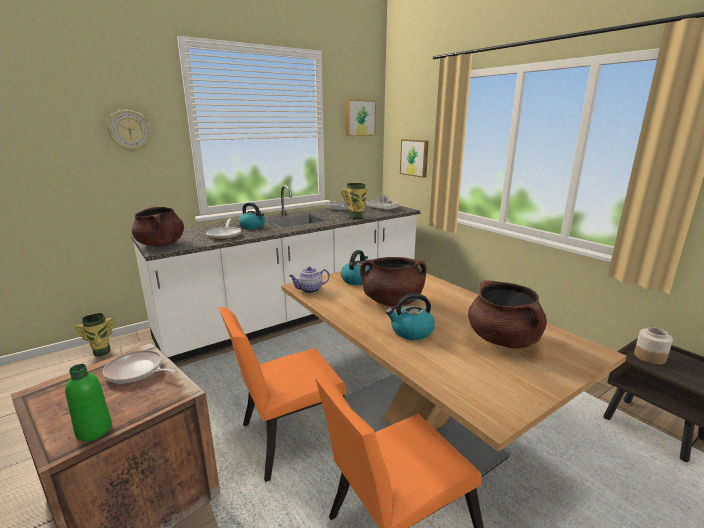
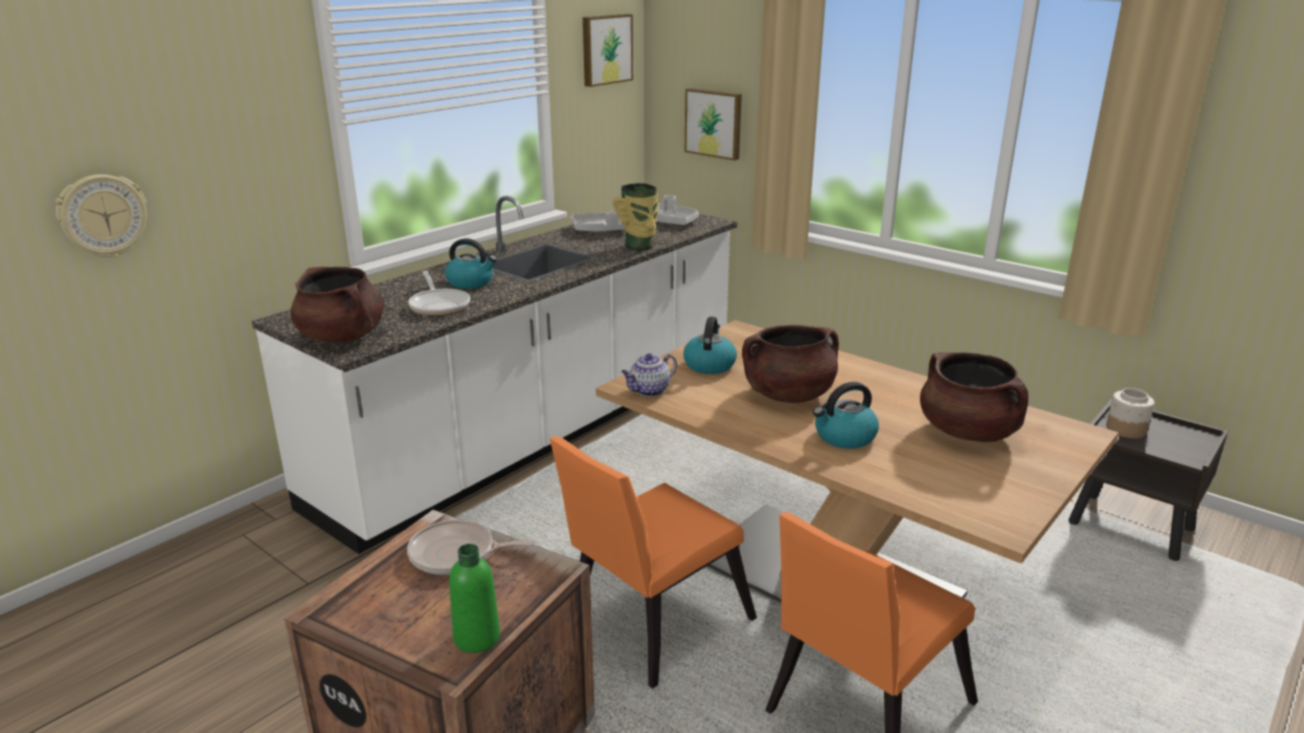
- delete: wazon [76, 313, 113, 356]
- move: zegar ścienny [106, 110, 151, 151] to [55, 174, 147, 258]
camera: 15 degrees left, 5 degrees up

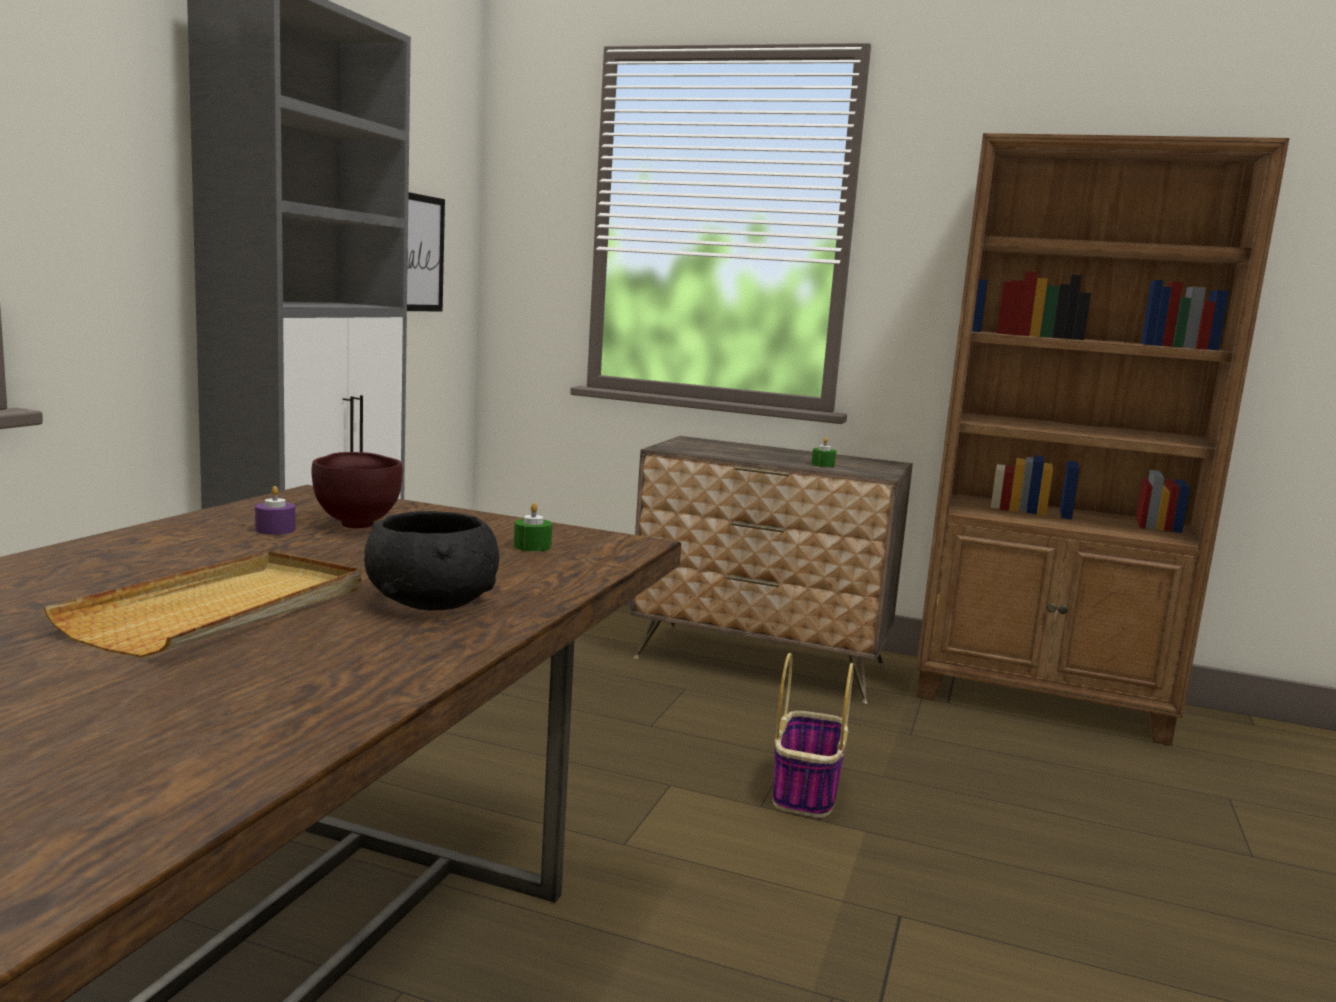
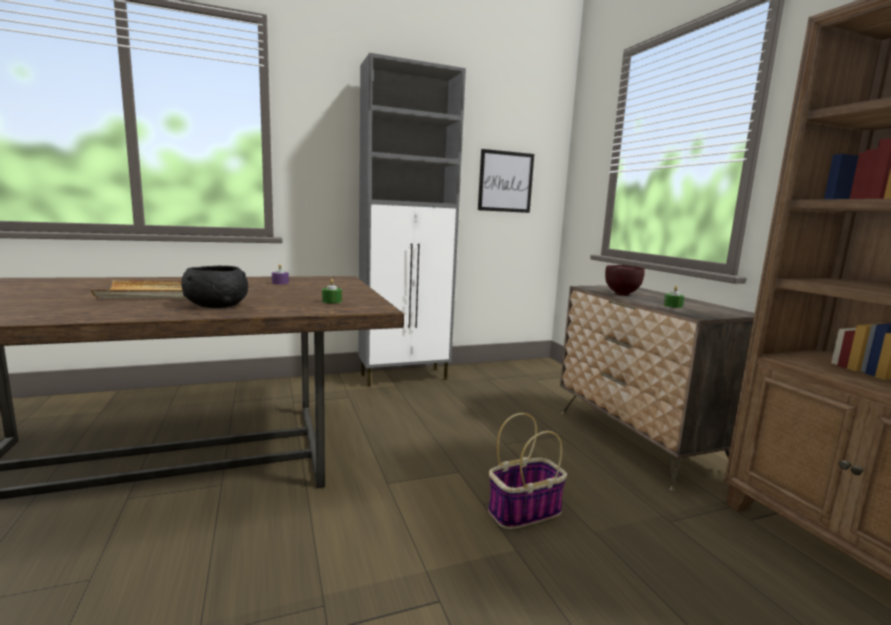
- move: miska [brązowy] [312, 452, 403, 528] to [605, 265, 645, 296]
camera: 50 degrees right, 0 degrees up

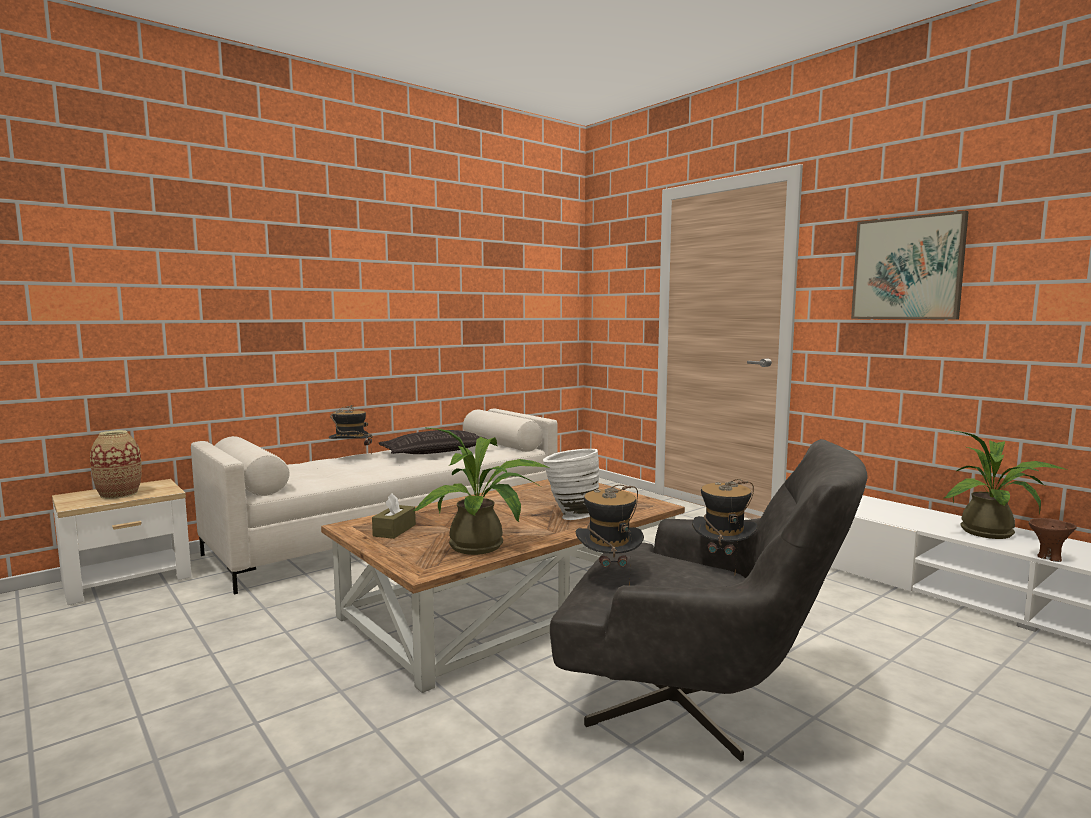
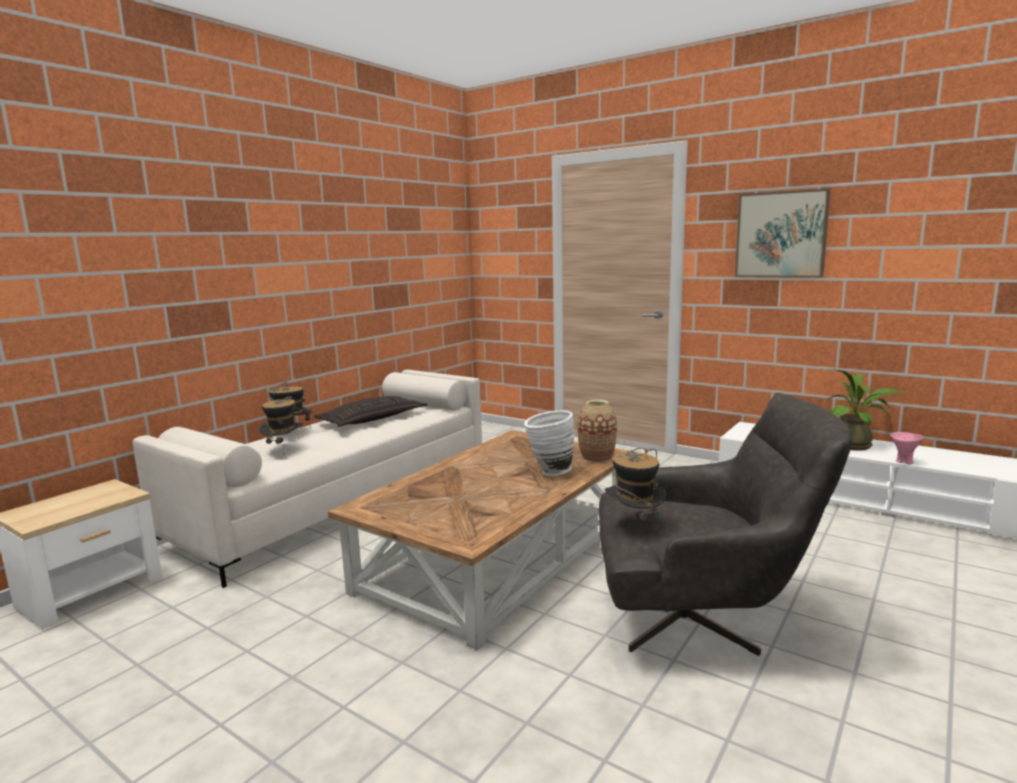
- delete: pudełko chusteczek [brązowy] [372, 493, 416, 539]
- delete: roślina doniczkowa [413, 428, 549, 555]
- move: wazon [90, 430, 142, 499] to [578, 400, 617, 463]
- move: kapelusz [692, 479, 758, 577] to [259, 396, 303, 448]
- recolor: miska [brązowy] [1029, 518, 1077, 562] to miska [różowy] [890, 432, 924, 464]
camera: 15 degrees left, 5 degrees up

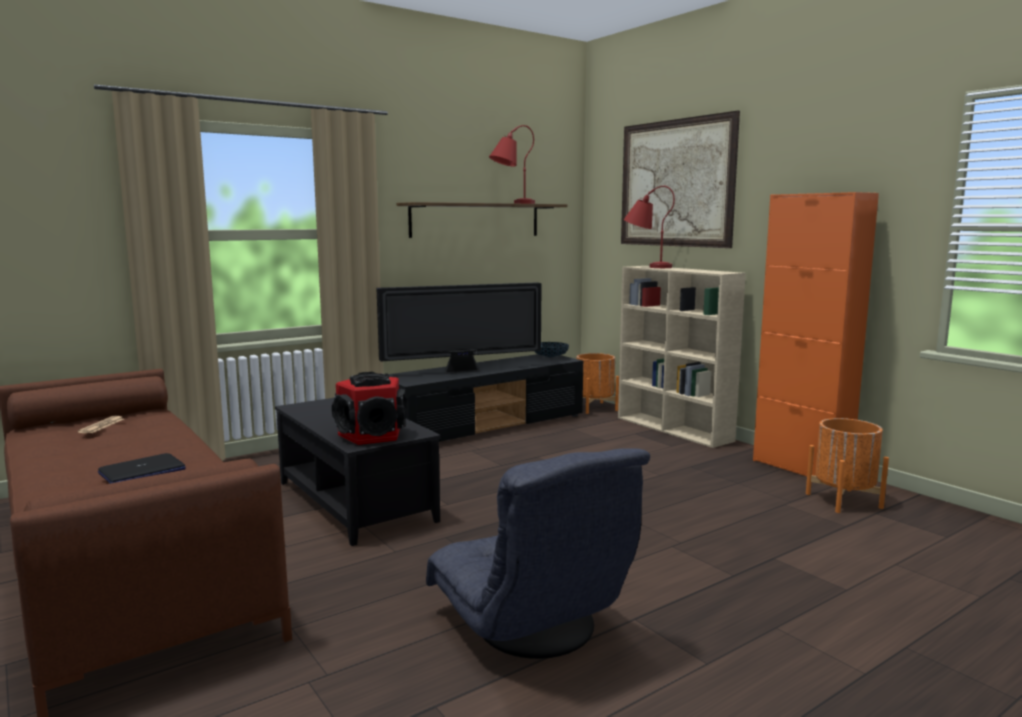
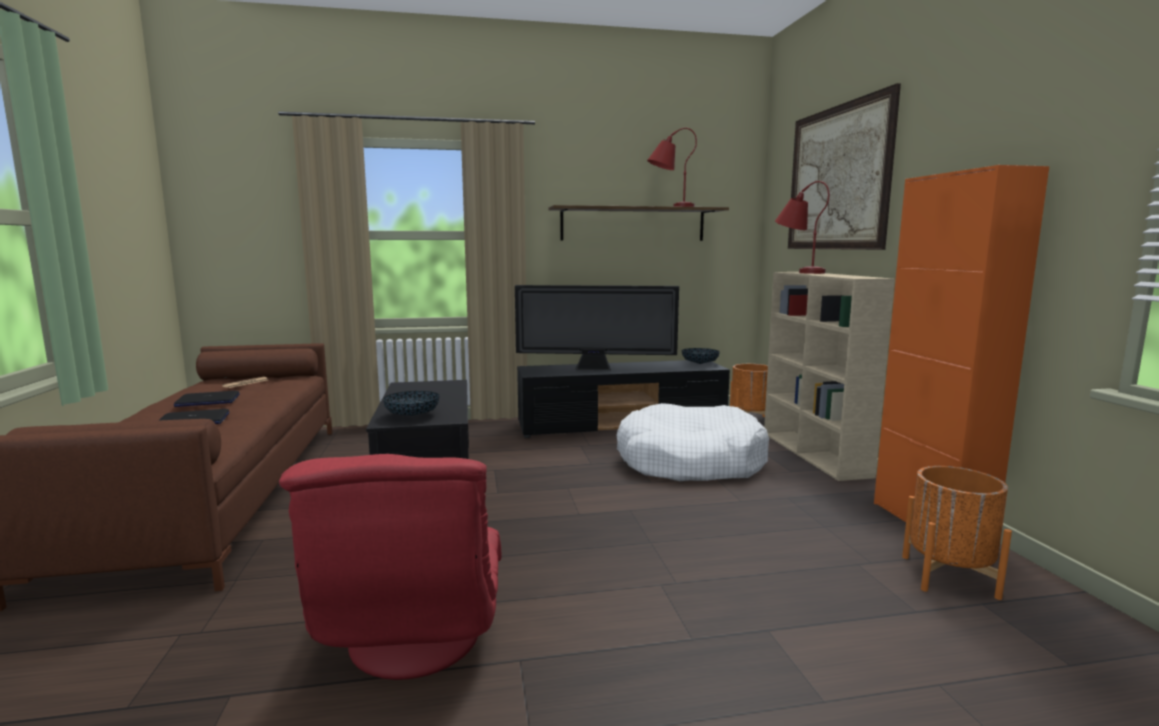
- insert: laptop [174, 391, 240, 407]
- insert: legowisko [biały] [617, 403, 769, 481]
- replace: głośnik [332, 372, 407, 445] to miska [383, 391, 440, 416]
- recolor: fotel [szary] [426, 448, 650, 659] to fotel [czerwony] [279, 454, 502, 680]
camera: 25 degrees right, 0 degrees up

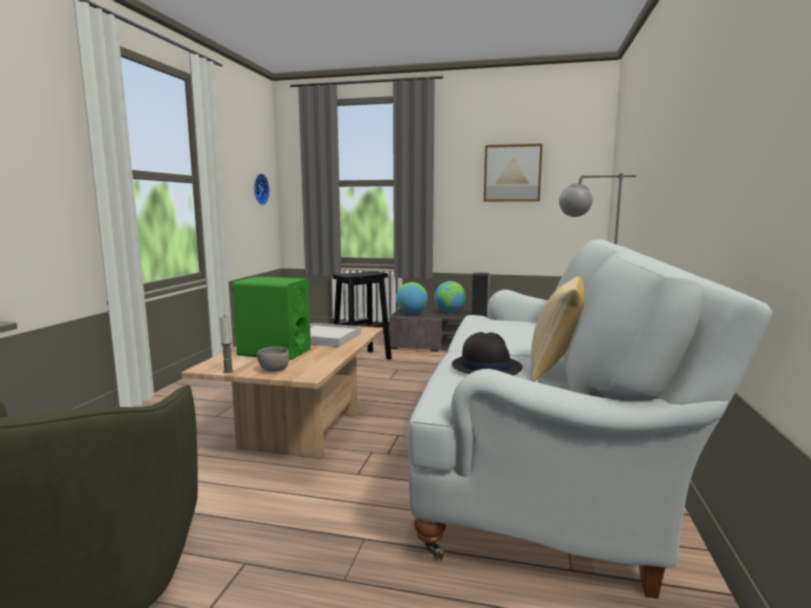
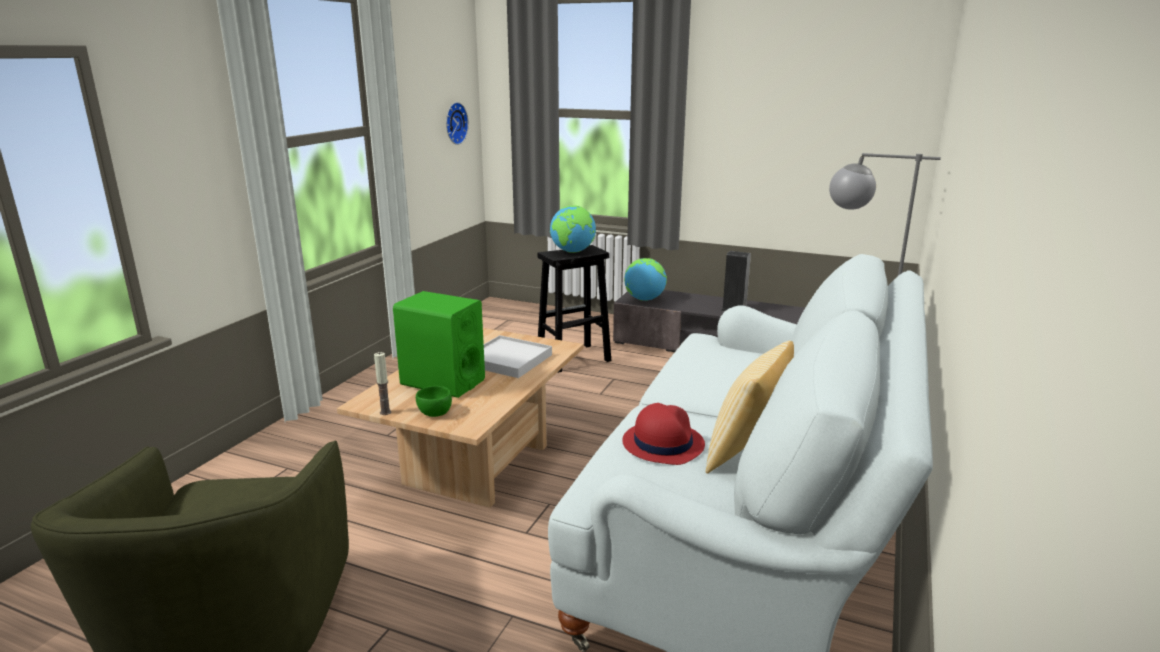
- delete: obraz [484, 144, 543, 202]
- move: globus [434, 281, 466, 313] to [550, 205, 596, 253]
- recolor: miska [szary] [257, 347, 290, 372] to miska [zielony] [416, 386, 452, 417]
- recolor: kapelusz [czarny] [452, 332, 523, 376] to kapelusz [czerwony] [622, 403, 705, 465]
camera: 10 degrees right, 10 degrees up

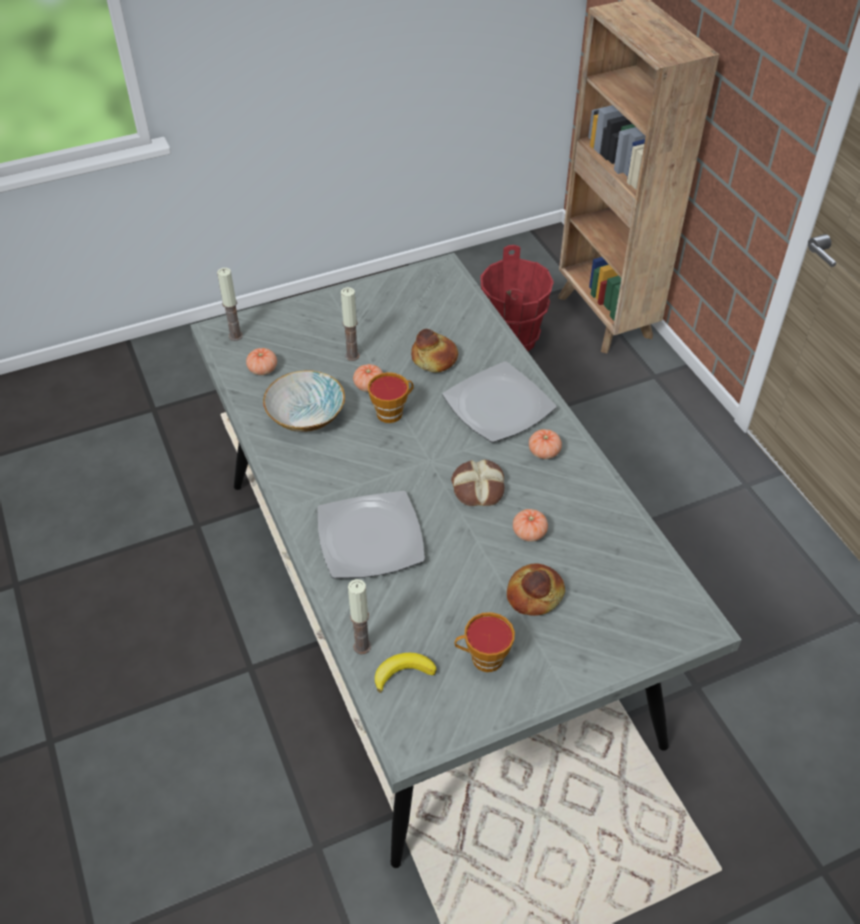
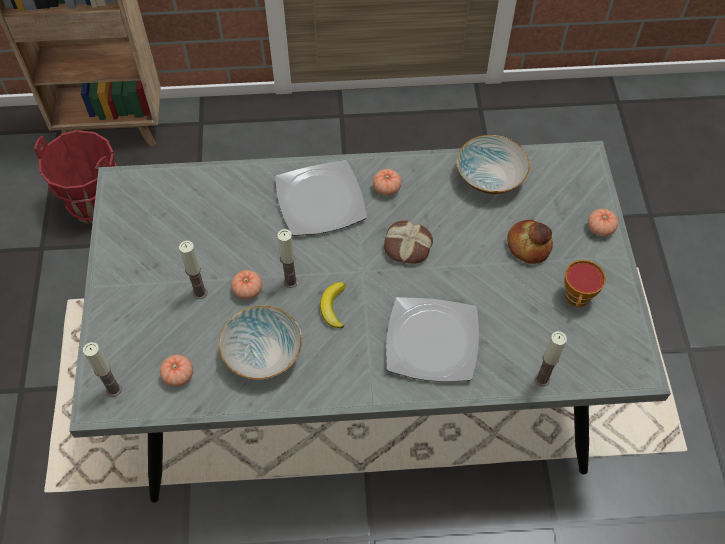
- delete: chleb [411, 329, 458, 372]
- insert: miska [457, 135, 530, 194]
- move: banan [375, 653, 437, 693] to [320, 282, 346, 328]
- move: pomidor [513, 509, 548, 542] to [588, 209, 618, 236]
- replace: filiżanka [368, 372, 414, 423] to świeca [277, 229, 298, 288]
camera: 70 degrees left, 10 degrees up

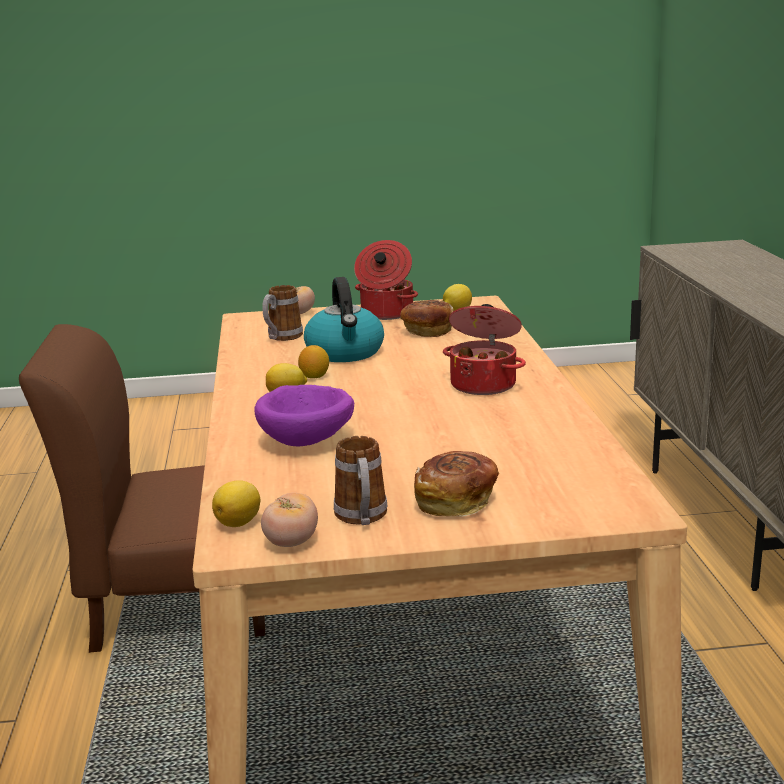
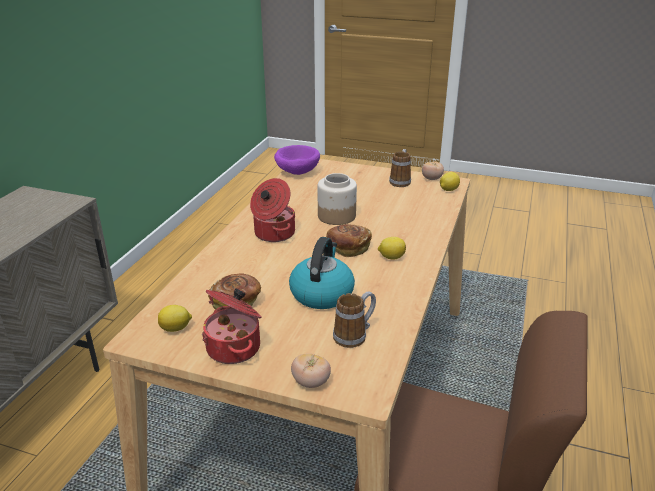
- delete: cytryna [298, 345, 329, 378]
- insert: słoik [318, 173, 357, 225]
- move: miska [fioletowy] [254, 385, 354, 446] to [274, 145, 320, 175]
- move: chleb [414, 451, 499, 517] to [326, 224, 372, 257]
camera: 155 degrees left, 10 degrees up

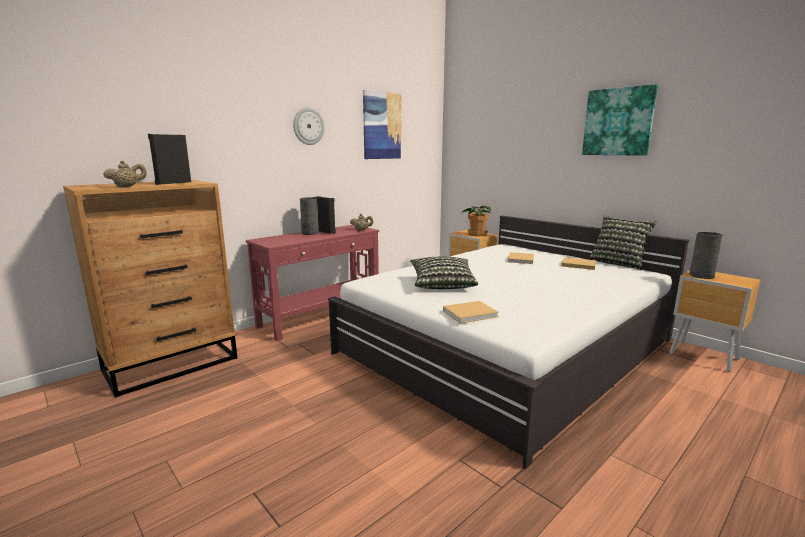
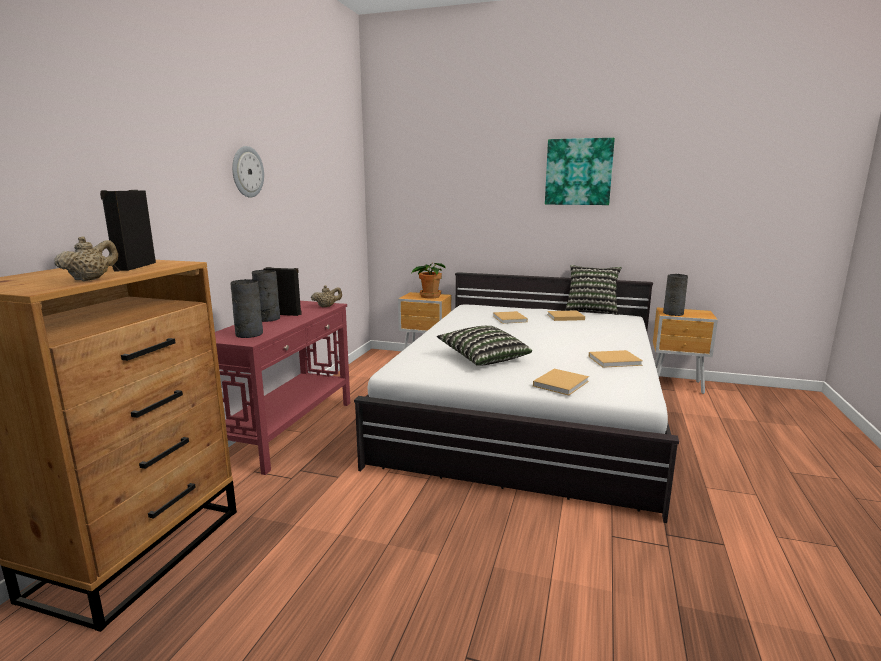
- delete: obraz [363, 90, 402, 159]
- insert: wazon [szary] [231, 279, 263, 338]
- insert: książka [beżowy] [589, 350, 643, 368]
camera: 30 degrees left, 0 degrees up

